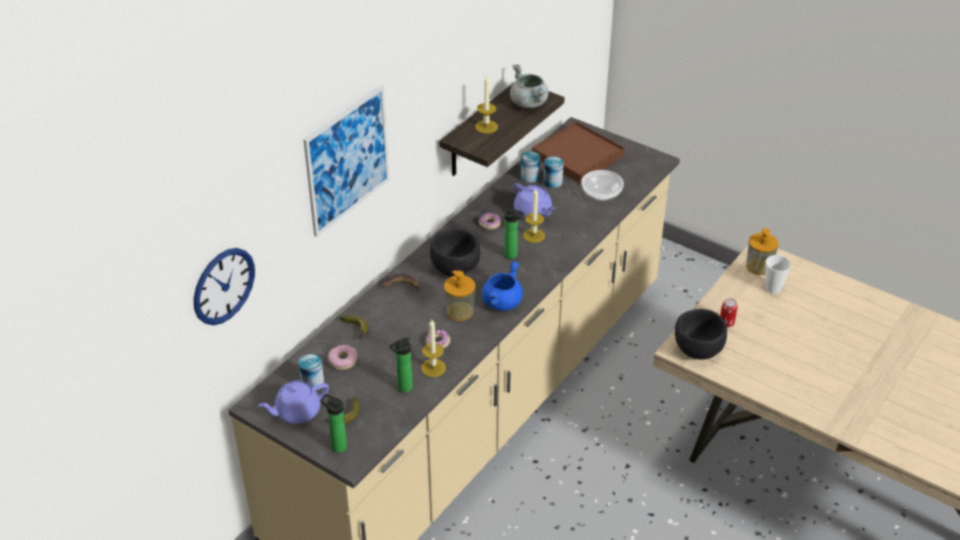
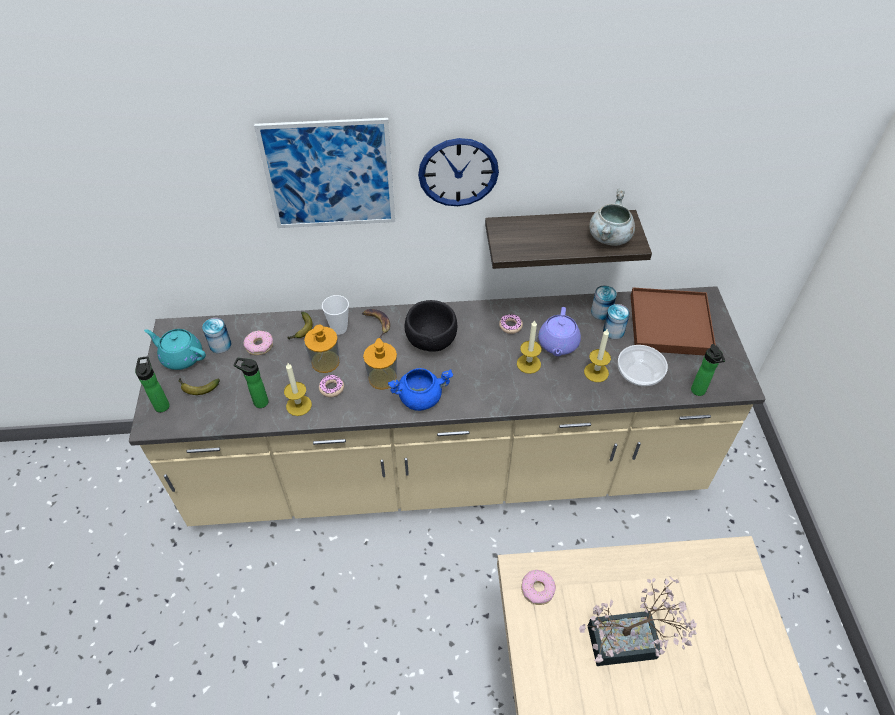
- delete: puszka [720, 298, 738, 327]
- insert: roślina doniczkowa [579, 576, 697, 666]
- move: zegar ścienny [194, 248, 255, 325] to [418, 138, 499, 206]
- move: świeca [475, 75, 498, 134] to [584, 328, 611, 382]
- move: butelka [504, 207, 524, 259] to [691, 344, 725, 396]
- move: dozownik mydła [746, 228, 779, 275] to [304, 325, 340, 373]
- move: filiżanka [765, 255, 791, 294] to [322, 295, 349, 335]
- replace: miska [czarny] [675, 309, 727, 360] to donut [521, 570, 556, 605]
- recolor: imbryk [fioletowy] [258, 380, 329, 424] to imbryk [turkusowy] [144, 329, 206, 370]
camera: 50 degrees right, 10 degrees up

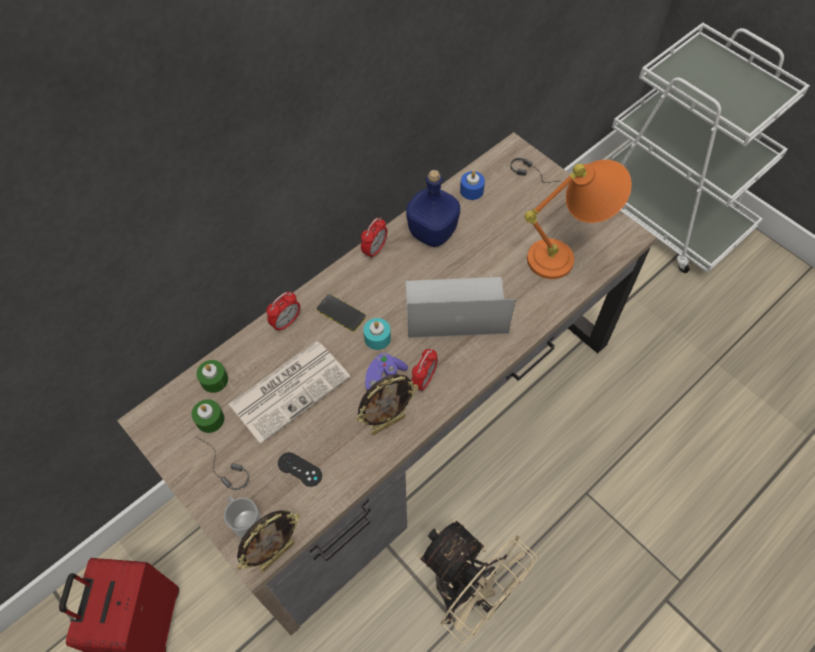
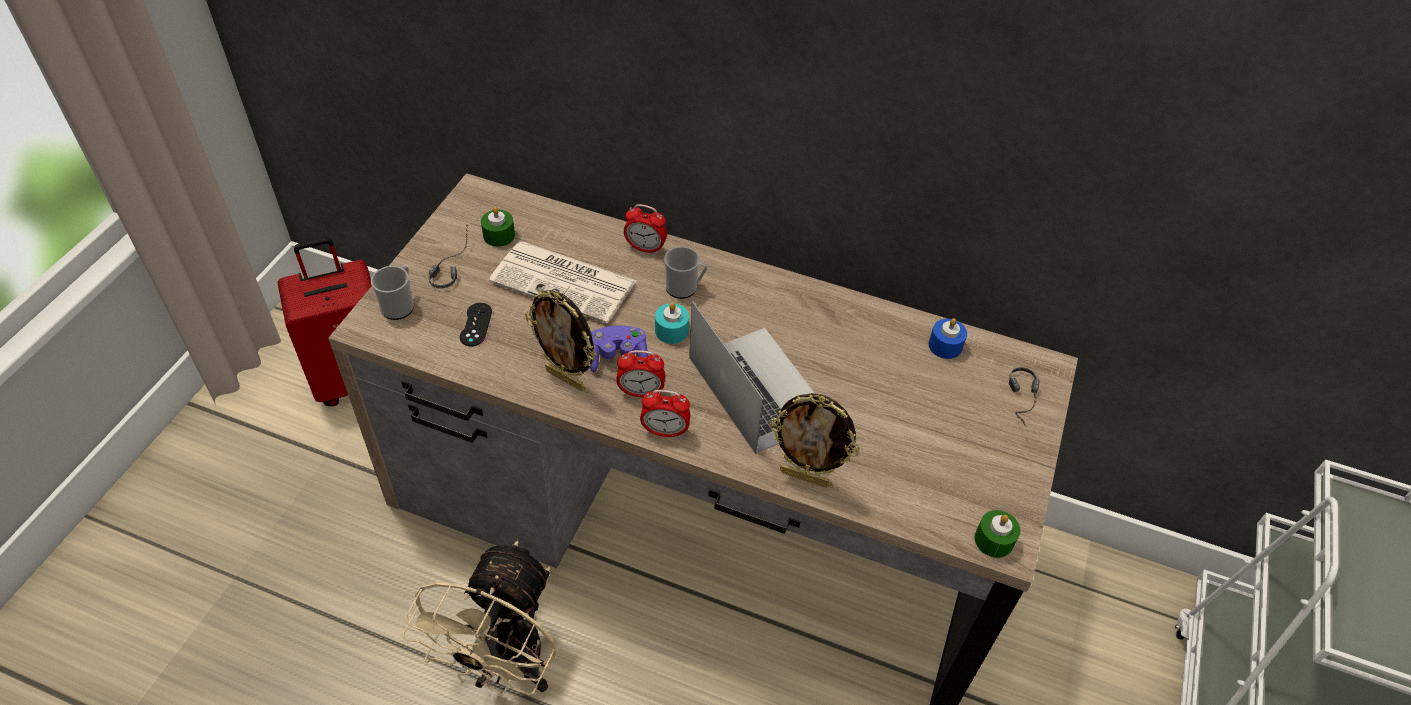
- delete: butelka [niebieski] [406, 170, 460, 247]
- delete: lampa stołowa [pomarańczowy] [524, 160, 632, 279]
- move: świeca [zielony] [196, 360, 228, 393] to [974, 510, 1020, 558]
- move: ramka na zdjęcie [237, 510, 300, 572] to [769, 393, 860, 487]
- move: budzik [361, 217, 388, 259] to [640, 390, 691, 437]
- replace: telefon [317, 294, 366, 332] to kubek [664, 246, 708, 299]
camera: 60 degrees right, 10 degrees down

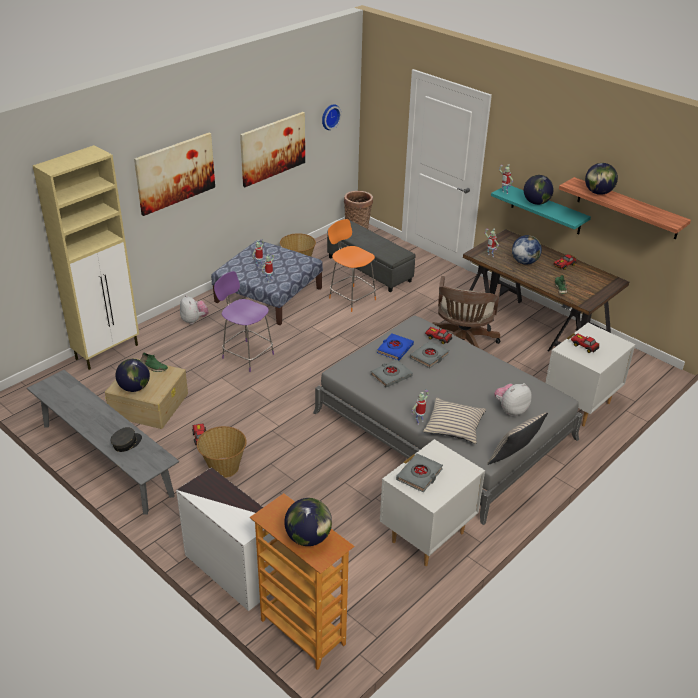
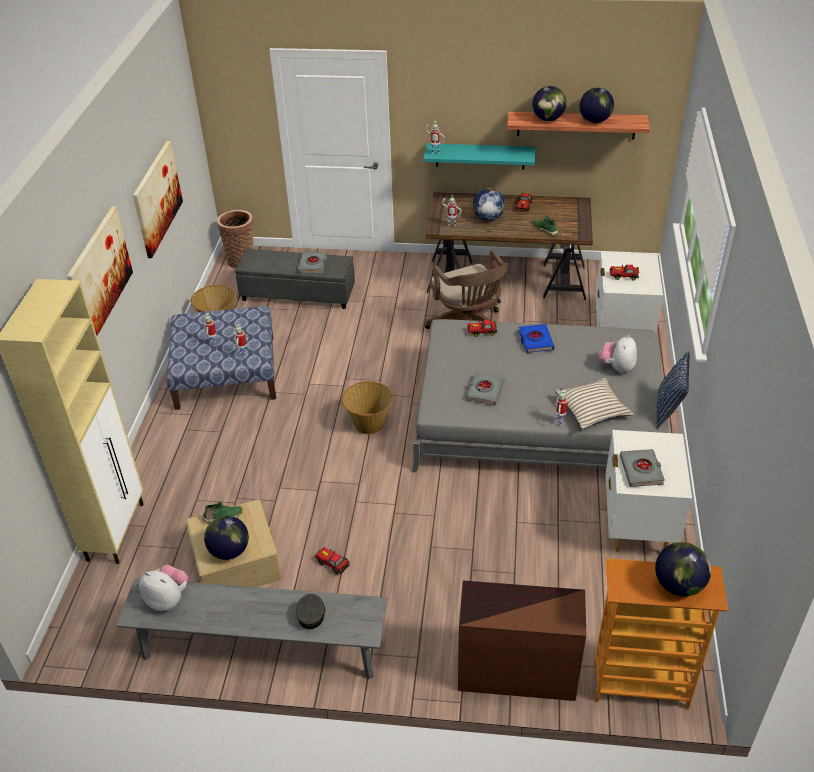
- delete: krzesło [fioletowy] [214, 271, 274, 372]
- delete: zegar ścienny [322, 104, 342, 130]
- delete: krzesło [pomarańczowy] [328, 219, 376, 312]
- move: pluszak [180, 295, 209, 325] to [139, 565, 188, 611]
- move: koszyk [197, 426, 246, 478] to [342, 381, 393, 434]
- move: książka [niebieski] [377, 333, 414, 361] to [519, 324, 555, 353]
- move: książka [szary] [410, 341, 449, 368] to [298, 252, 327, 273]
- move: globus [524, 175, 554, 205] to [580, 88, 614, 123]
- recolor: komoda [biały] [176, 467, 274, 611] to komoda [brązowy] [458, 581, 586, 701]
- recolor: poduszka [beżowy] [487, 412, 548, 465] to poduszka [niebieski] [656, 351, 690, 429]
camera: 35 degrees left, 5 degrees up

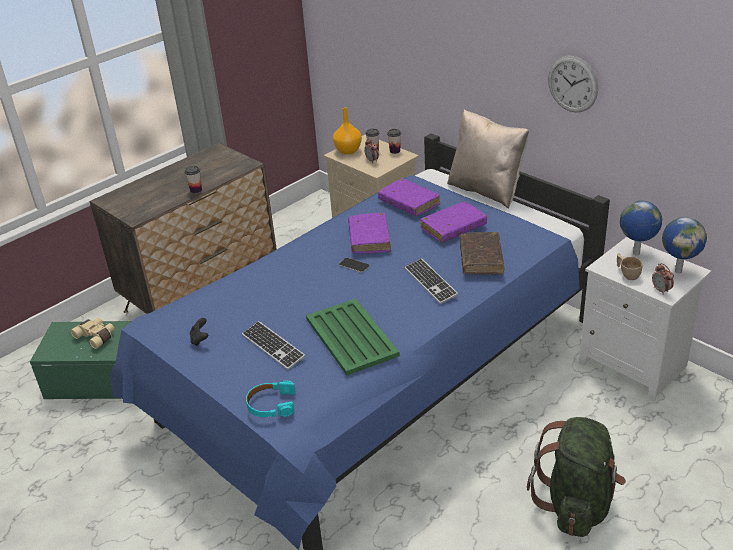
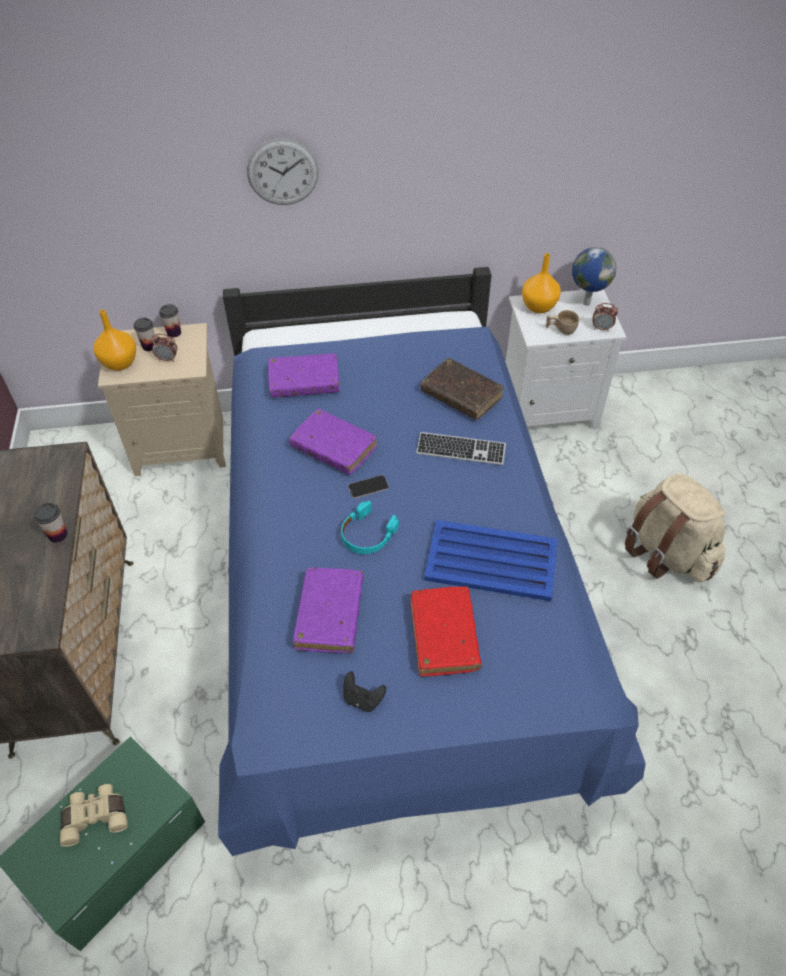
- delete: poduszka [beżowy] [447, 109, 529, 209]
- move: słuchawki [turkusowy] [246, 381, 296, 417] to [341, 501, 399, 554]
- move: książka [fioletowy] [420, 202, 487, 242] to [293, 567, 364, 653]
- move: zegar ścienny [548, 55, 598, 113] to [247, 138, 319, 205]
- replace: klawiatura [242, 321, 305, 370] to książka [czerwony] [410, 587, 482, 677]
- replace: globus [620, 201, 662, 255] to wazon [pomarańczowy] [522, 253, 561, 313]
- recolor: taca [zielony] [306, 299, 400, 375] to taca [niebieski] [424, 520, 558, 601]
- recolor: plecak [zielony] [527, 417, 626, 537] to plecak [beżowy] [625, 473, 726, 582]
camera: 55 degrees left, 15 degrees up

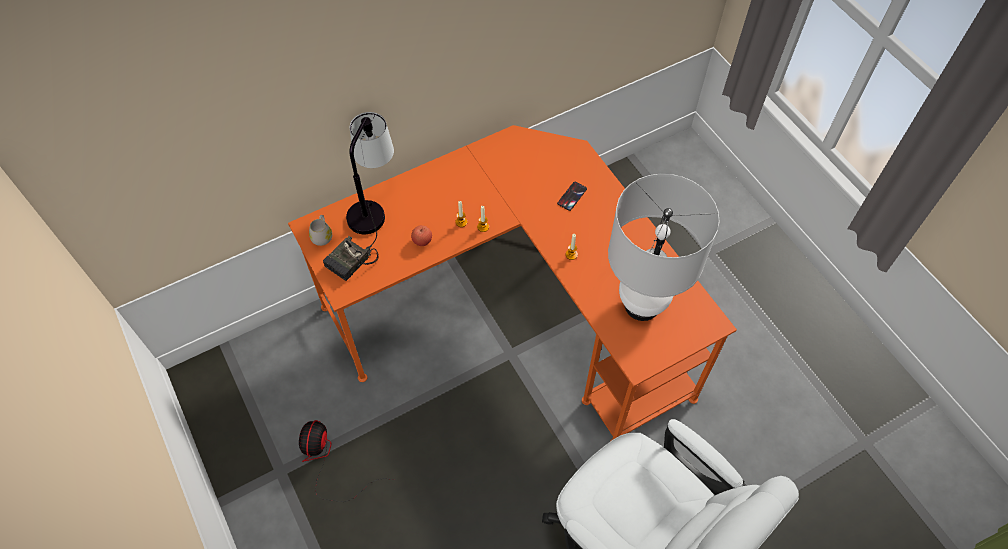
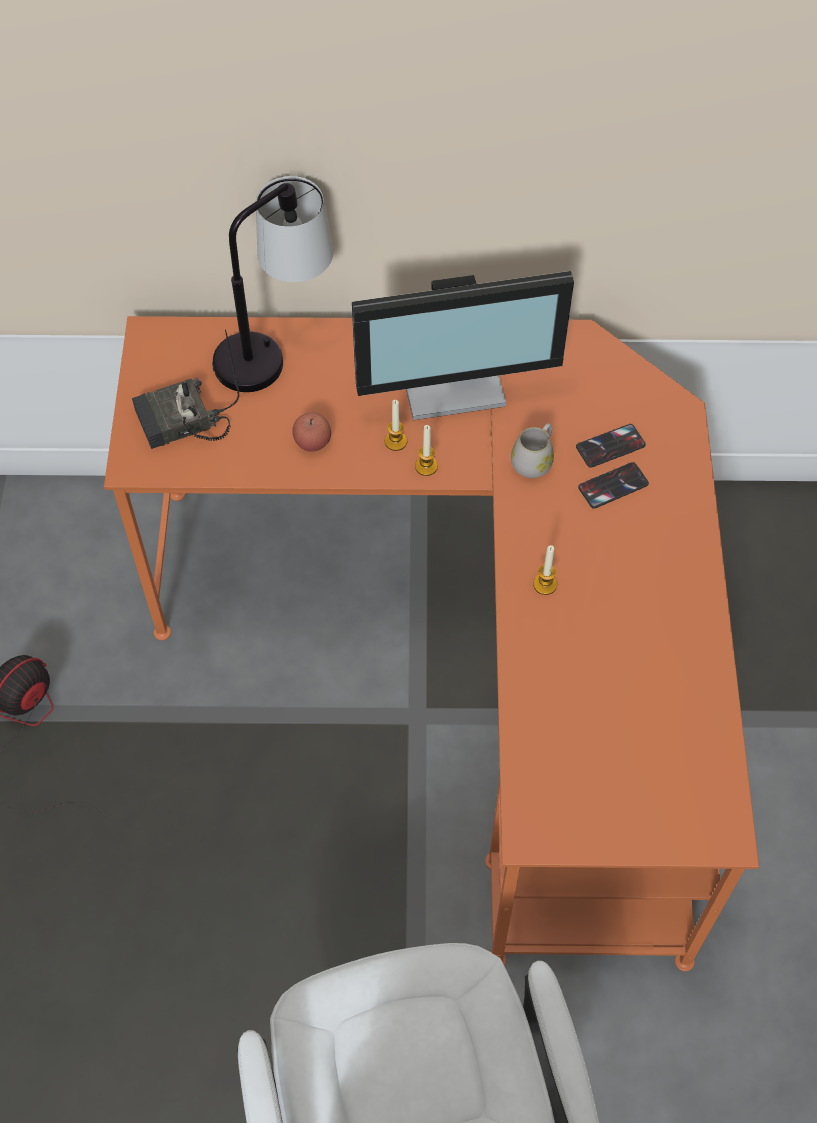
- delete: lampa stołowa [biały] [608, 174, 720, 321]
- insert: monitor [352, 271, 574, 420]
- insert: telefon [576, 424, 646, 468]
- move: kubek [biały] [309, 215, 332, 246] to [511, 423, 554, 478]
camera: 30 degrees right, 0 degrees up

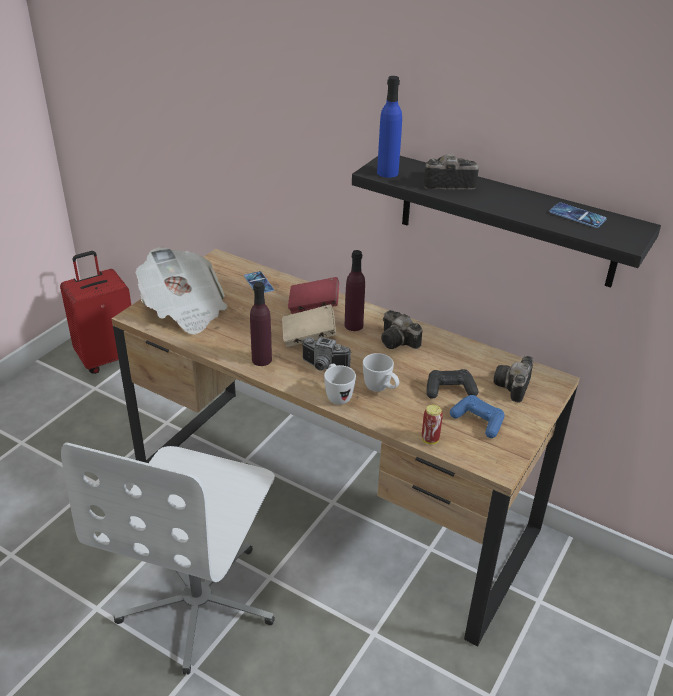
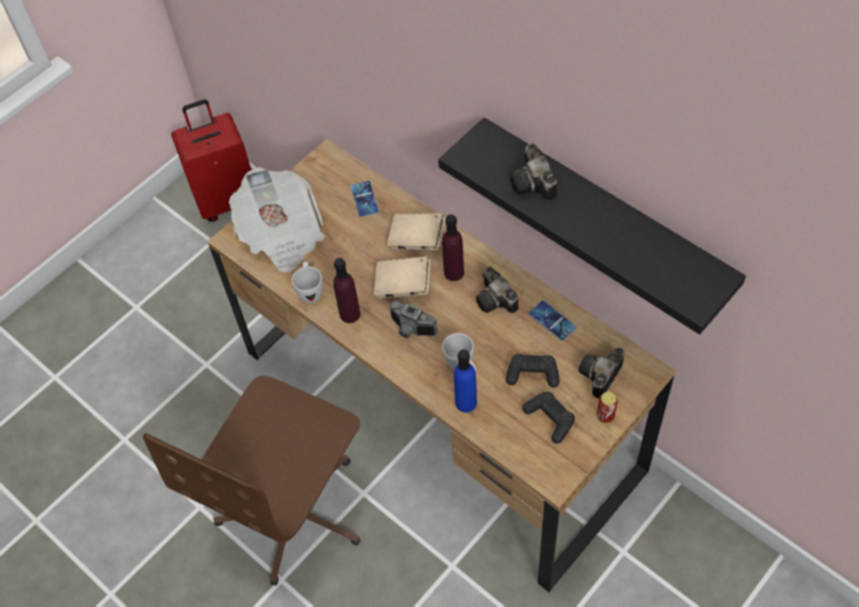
- move: kubek [biały] [324, 364, 356, 405] to [292, 262, 323, 303]
- move: butelka [niebieski] [377, 76, 402, 178] to [454, 349, 477, 413]
- move: puszka [422, 405, 443, 444] to [597, 392, 618, 424]
- move: telefon [549, 202, 607, 228] to [529, 300, 577, 341]
- recolor: krzesło biurowe [biały] [61, 443, 275, 675] to krzesło biurowe [brązowy] [143, 376, 361, 586]
- recolor: książka [czerwony] [288, 277, 339, 314] to książka [beżowy] [387, 213, 445, 250]
- recolor: pad do gier [niebieski] [450, 395, 505, 438] to pad do gier [czarny] [522, 392, 575, 444]
- rotate: aparat fotograficzny [424, 154, 479, 190] = [510, 143, 557, 201] 120 degrees counterclockwise
camera: 15 degrees right, 20 degrees up

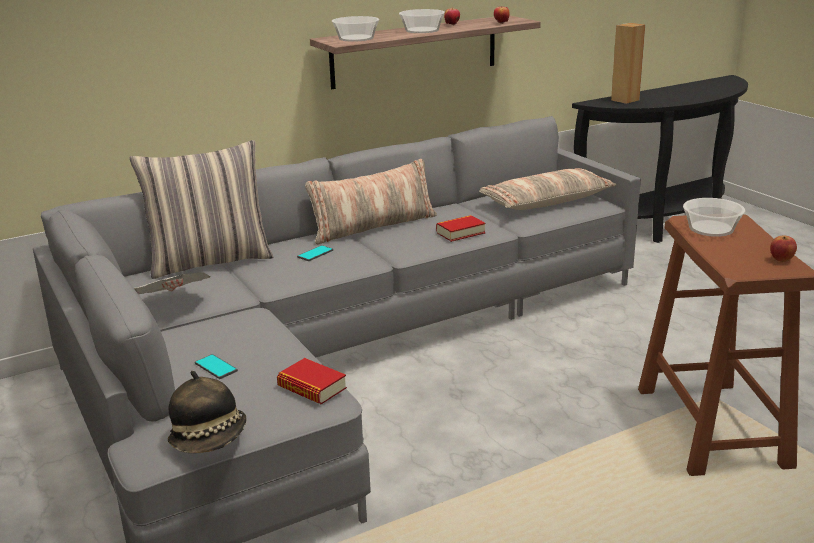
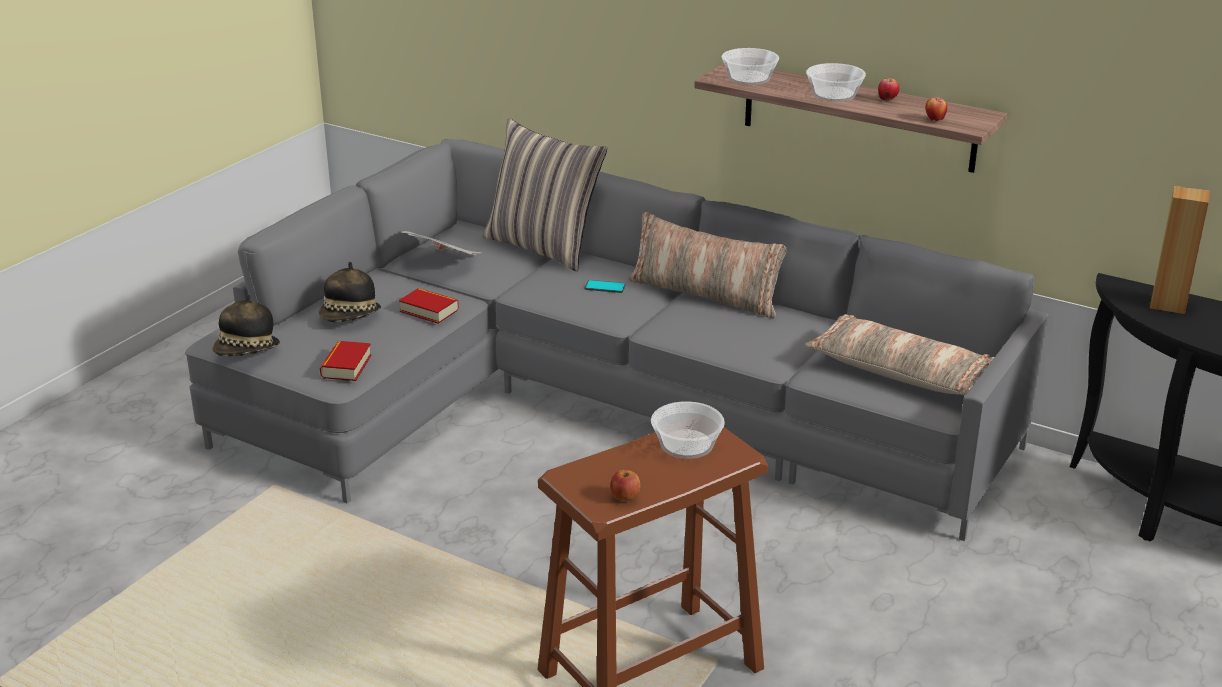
- move: książka [436, 215, 486, 242] to [399, 288, 459, 324]
- replace: telefon [195, 354, 238, 379] to kapelusz [319, 262, 381, 322]
camera: 60 degrees right, 5 degrees up

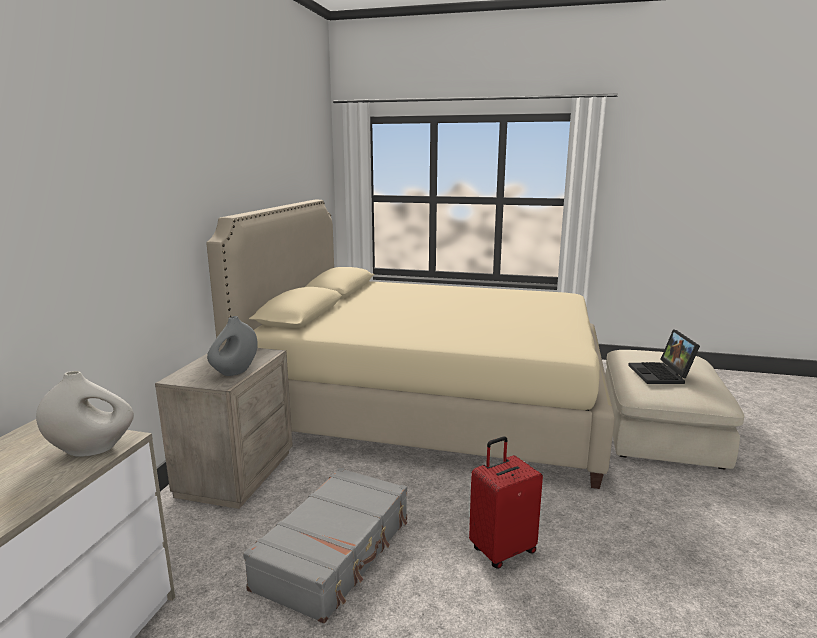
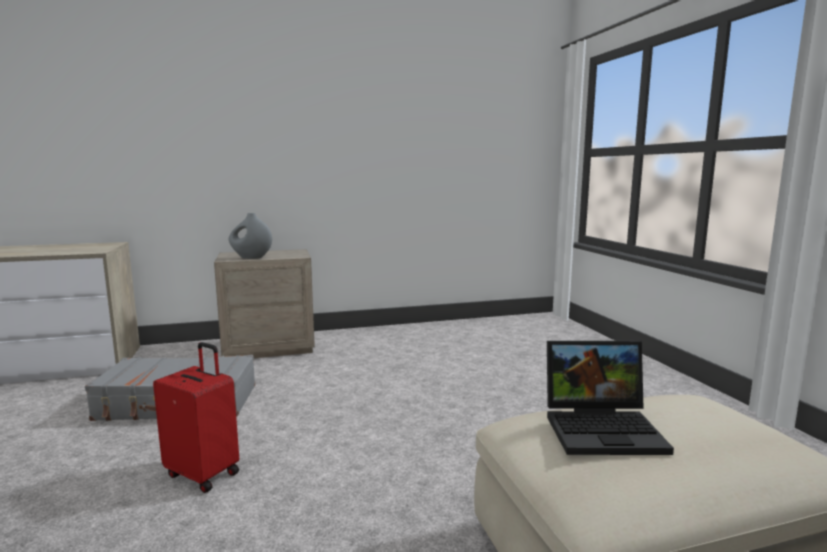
- delete: wazon [biały] [36, 371, 134, 457]
- delete: łóżko [beżowy] [207, 200, 615, 489]
- rotate: laptop [628, 329, 700, 384] = [547, 341, 674, 455] 150 degrees counterclockwise
camera: 60 degrees right, 5 degrees down

